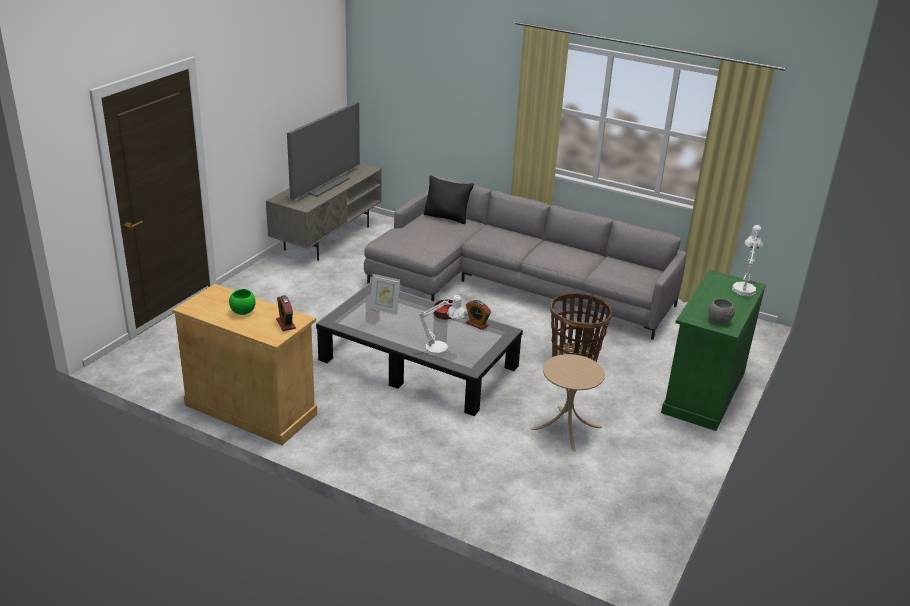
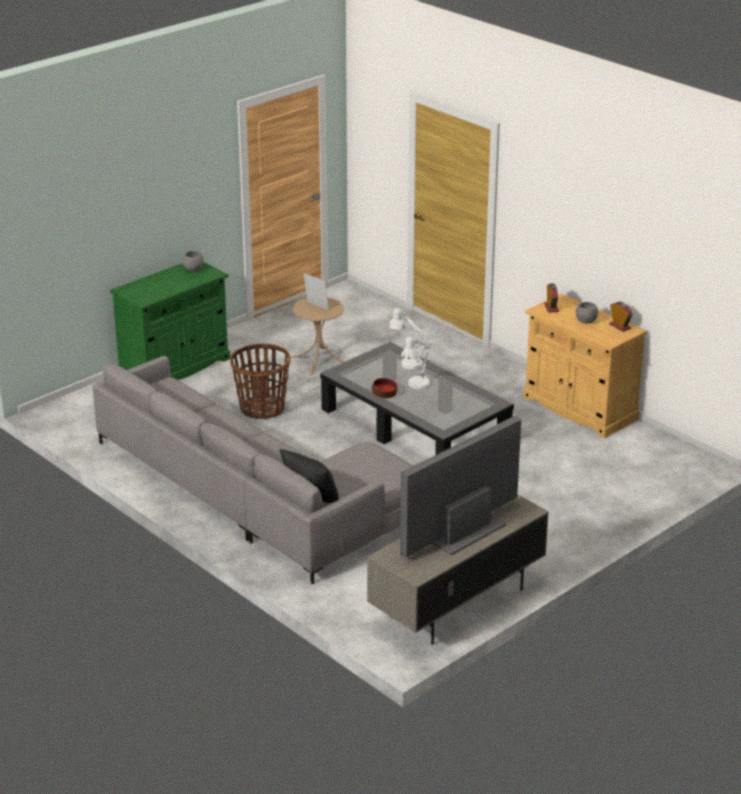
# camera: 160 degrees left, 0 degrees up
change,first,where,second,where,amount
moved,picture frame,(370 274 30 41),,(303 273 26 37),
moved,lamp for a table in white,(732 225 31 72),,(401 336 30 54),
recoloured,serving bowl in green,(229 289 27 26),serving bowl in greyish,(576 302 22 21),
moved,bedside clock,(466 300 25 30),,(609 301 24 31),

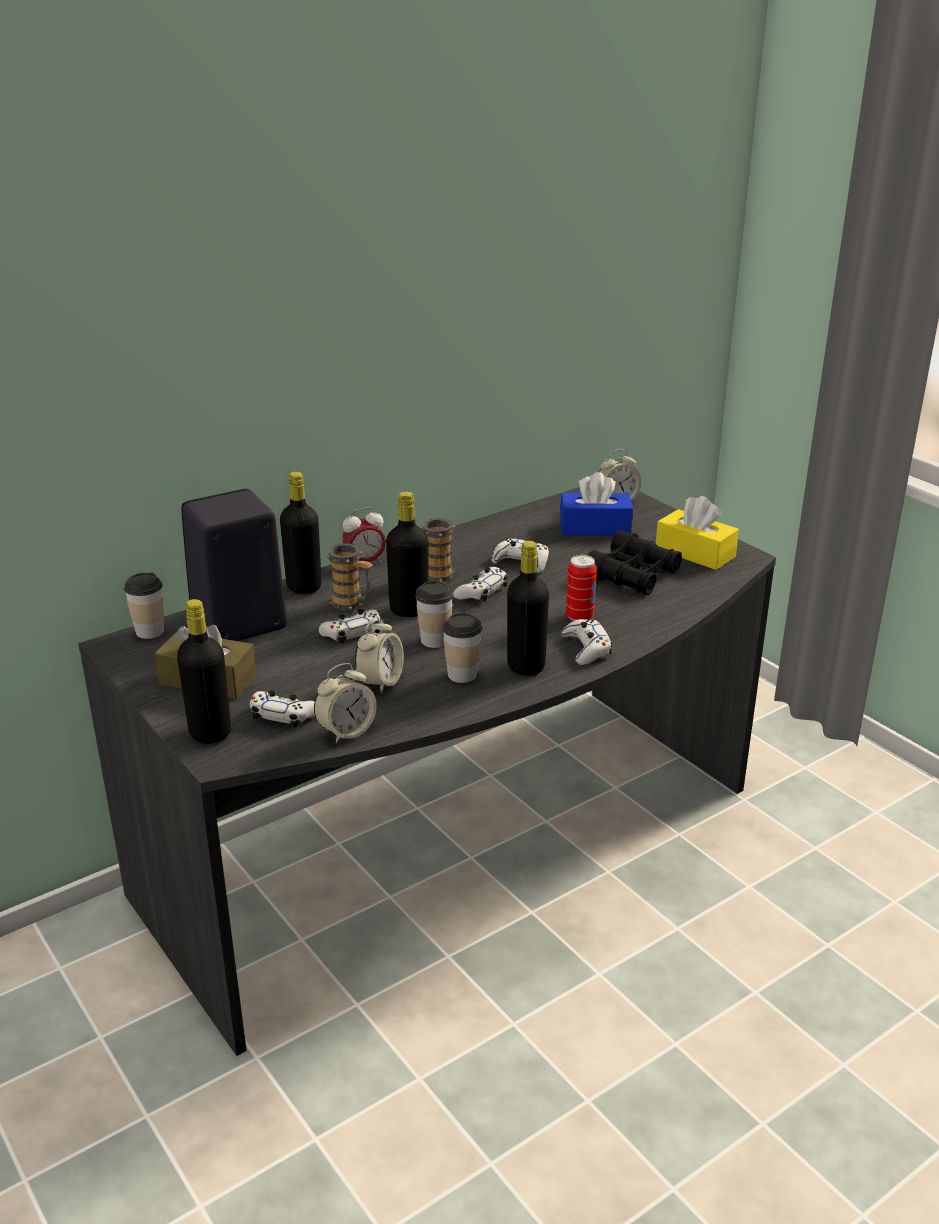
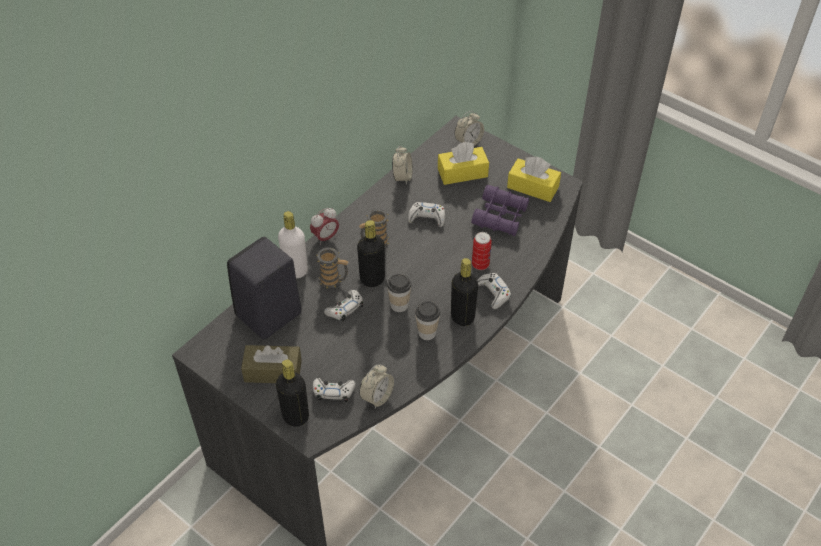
# camera: 15 degrees left, 20 degrees up
change,first,where,second,where,amount
recoloured,drink bottle in black,(280 472 42 122),drink bottle in white,(278 211 30 67),
moved,bedside clock,(355 616 49 77),,(392 146 21 39),
recoloured,tissue holder in bluish,(560 472 73 64),tissue holder in yellow,(438 142 51 43),
recoloured,field glasses in black,(588 531 94 64),field glasses in purple,(471 185 58 51),
removed,cup,(124 572 40 67),,,
removed,game controller in white,(453 567 55 34),,,

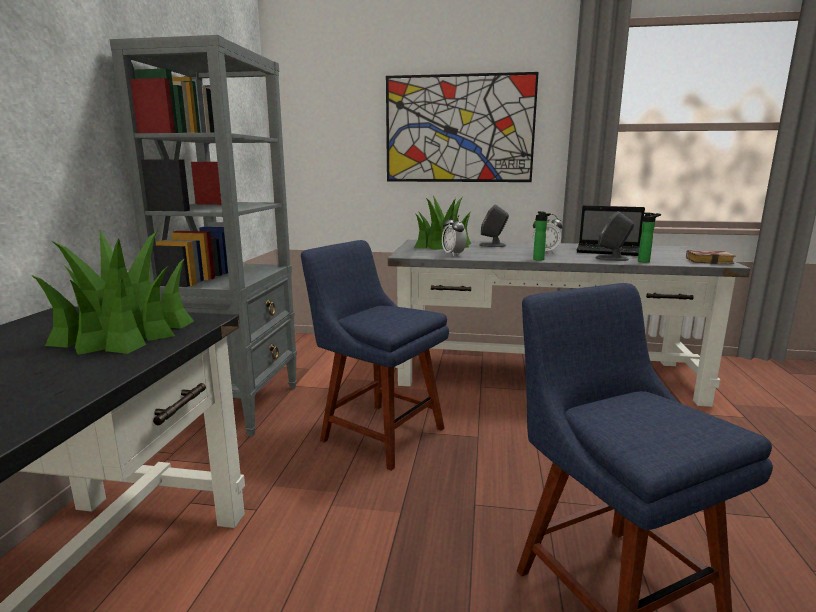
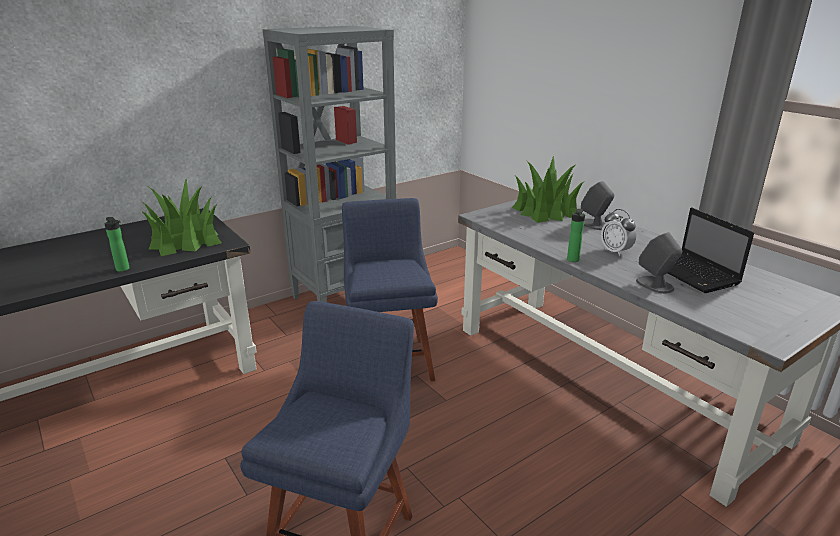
# camera: 45 degrees right, 10 degrees up
change,first,where,second,where,amount
moved,drink bottle,(638 213 23 50),,(104 217 26 55),
removed,picture,(386 72 153 110),,,
removed,bedside clock,(442 215 25 41),,,
removed,bound book,(686 250 49 14),,,

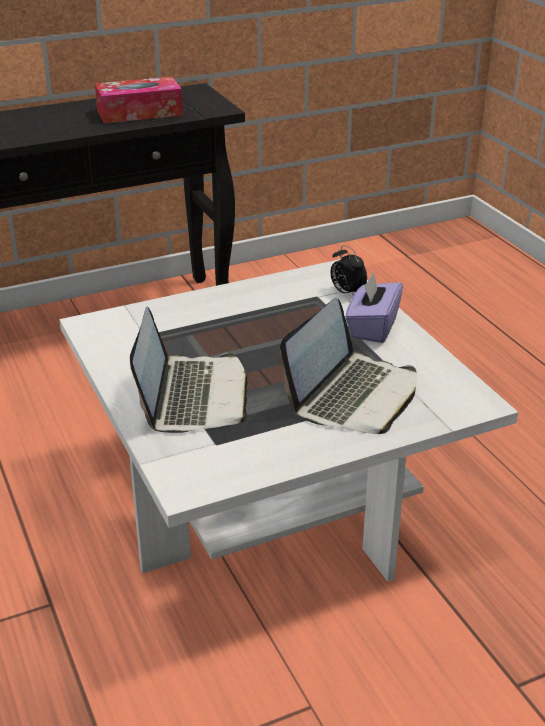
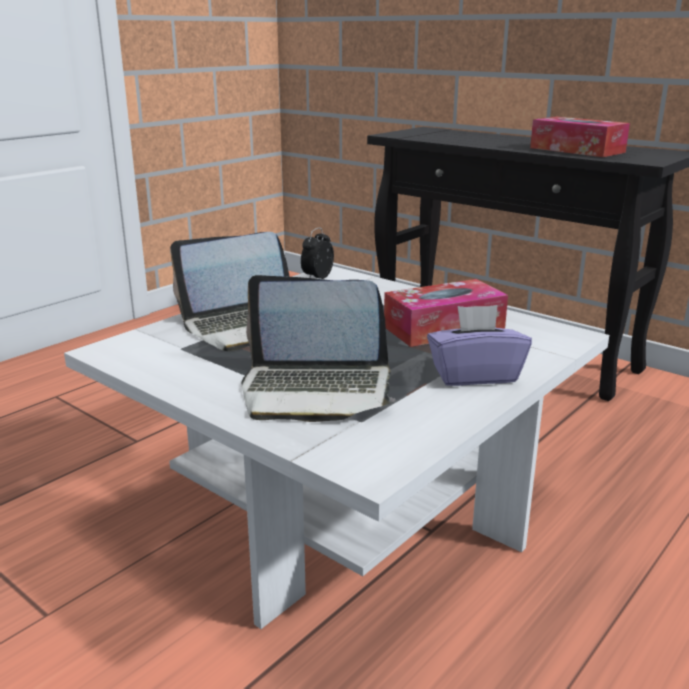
# camera: 65 degrees right, 10 degrees down
change,first,where,second,where,amount
moved,bedside clock,(330 245 37 51),,(301 228 33 51),
added,,,tissue holder,(384 279 124 68),

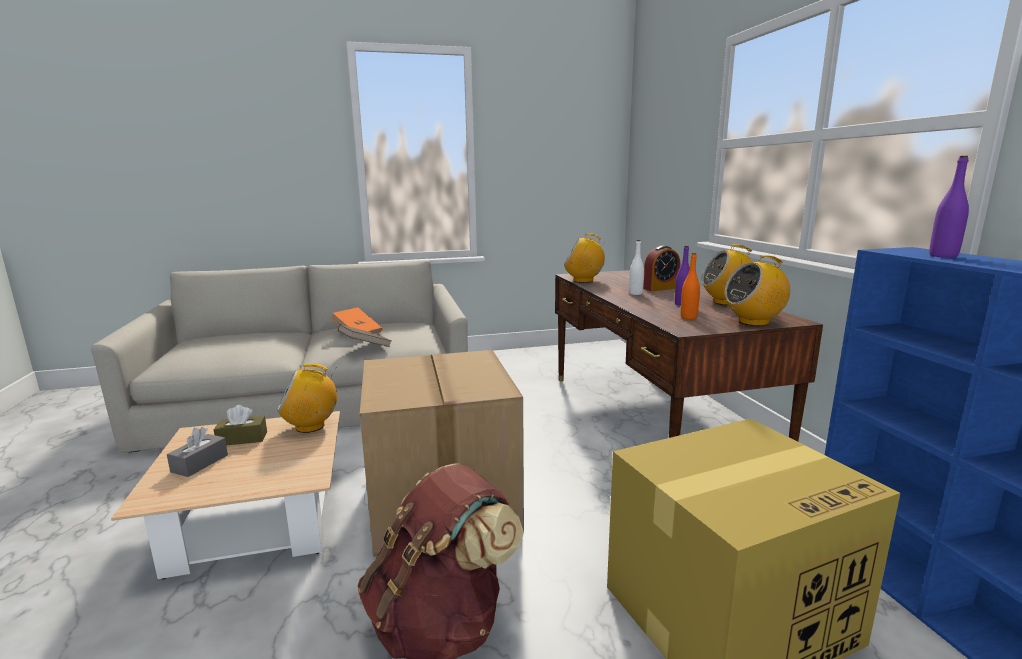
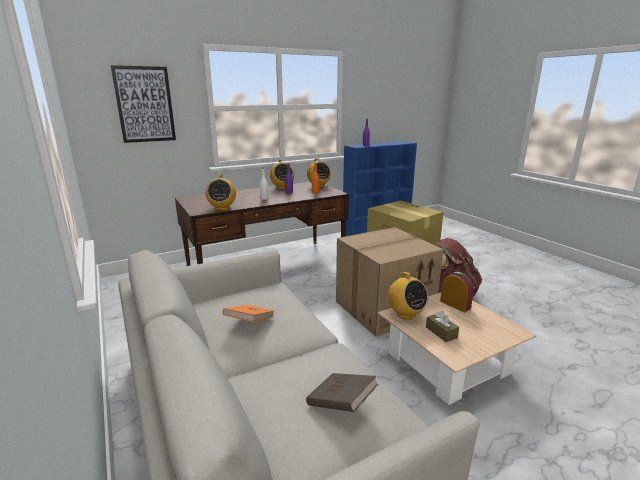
# camera: 105 degrees left, 5 degrees up
change,first,where,second,where,amount
added,,,picture,(111 65 65 78),
moved,bound book in brown-coloured,(338 325 53 22),,(306 373 73 39),
moved,bedside clock,(643 246 37 45),,(440 272 34 40),
removed,tissue holder in greyish,(167 427 61 50),,,

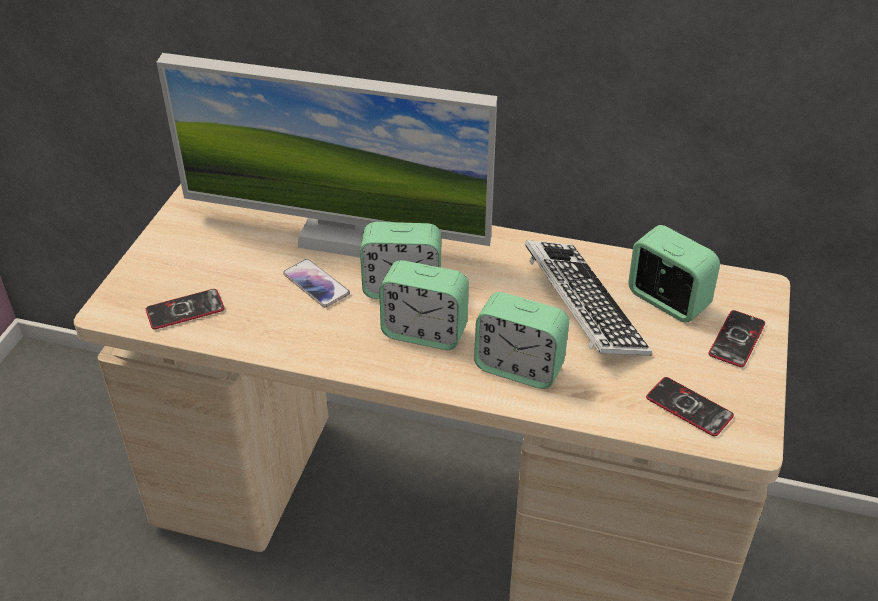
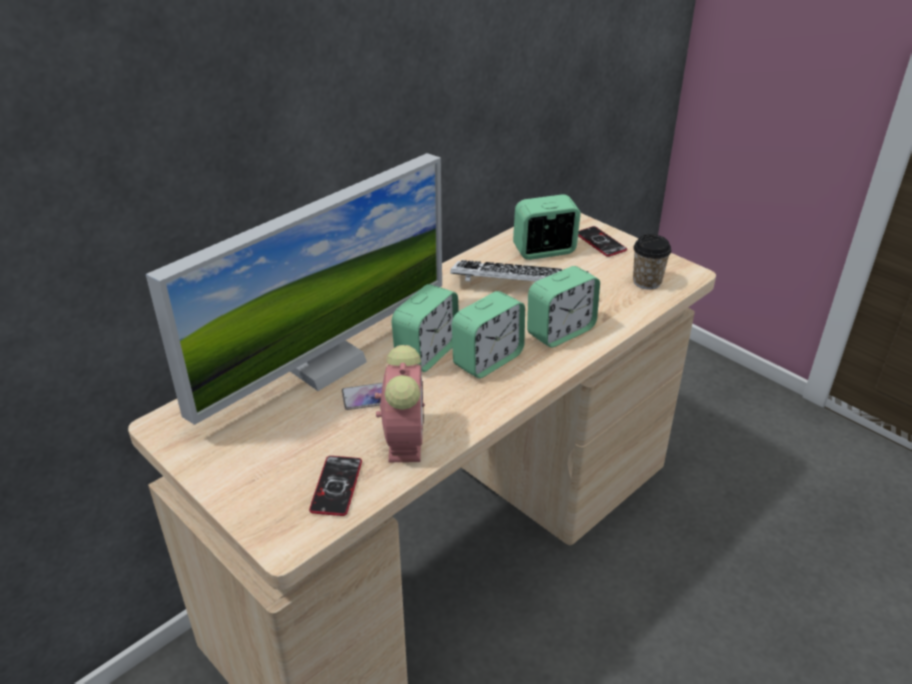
# camera: 60 degrees left, 5 degrees down
change,first,where,second,where,amount
added,,,bedside clock,(375 345 50 117),
replaced,telephone,(646 377 88 59),cup,(633 234 38 56),

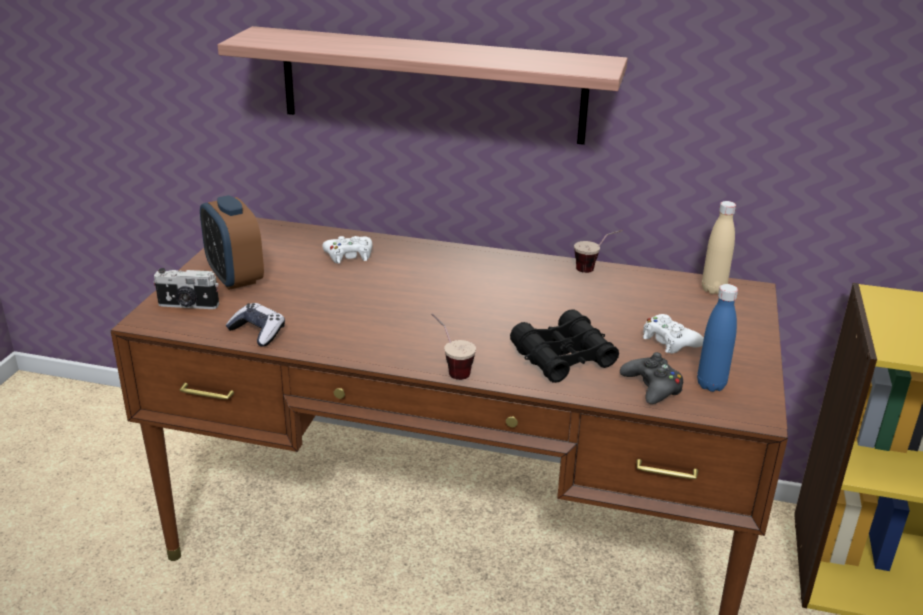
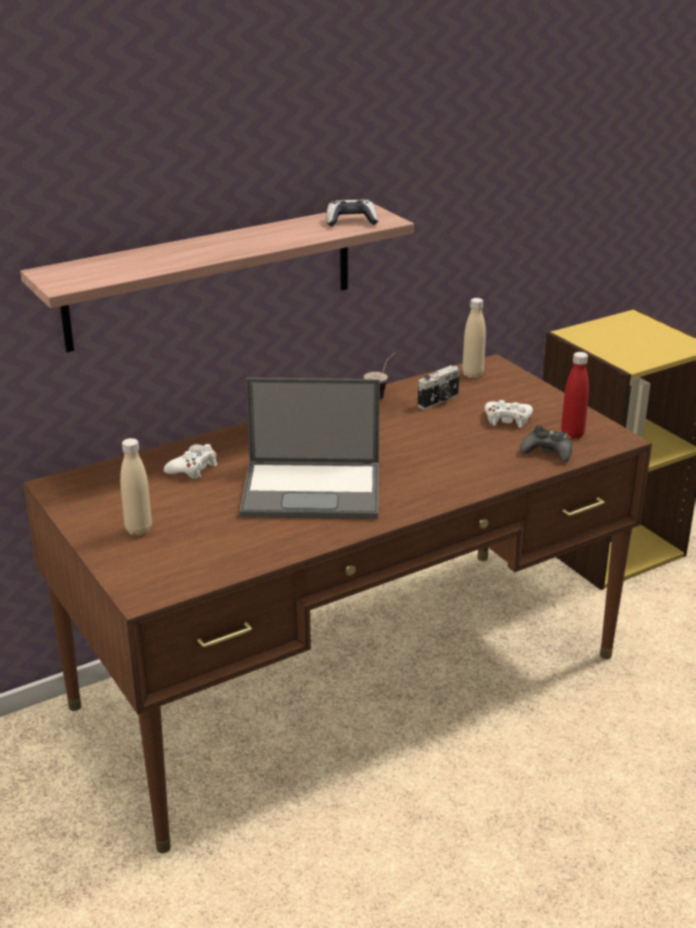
# camera: 45 degrees left, 0 degrees up
change,first,where,second,where,amount
replaced,bedside clock,(200 195 64 95),drink bottle in sand-coloured,(120 438 32 98),
added,,,notebook computer,(239 378 141 141),
moved,game controller,(225 303 60 44),,(326 199 52 28),
moved,photo camera,(154 268 65 41),,(418 365 41 45),
recoloured,drink bottle in bluish,(697 284 41 108),drink bottle in reddish,(561 352 28 87),
removed,cup,(431 313 45 67),,,
removed,field glasses in black,(510 309 109 74),,,

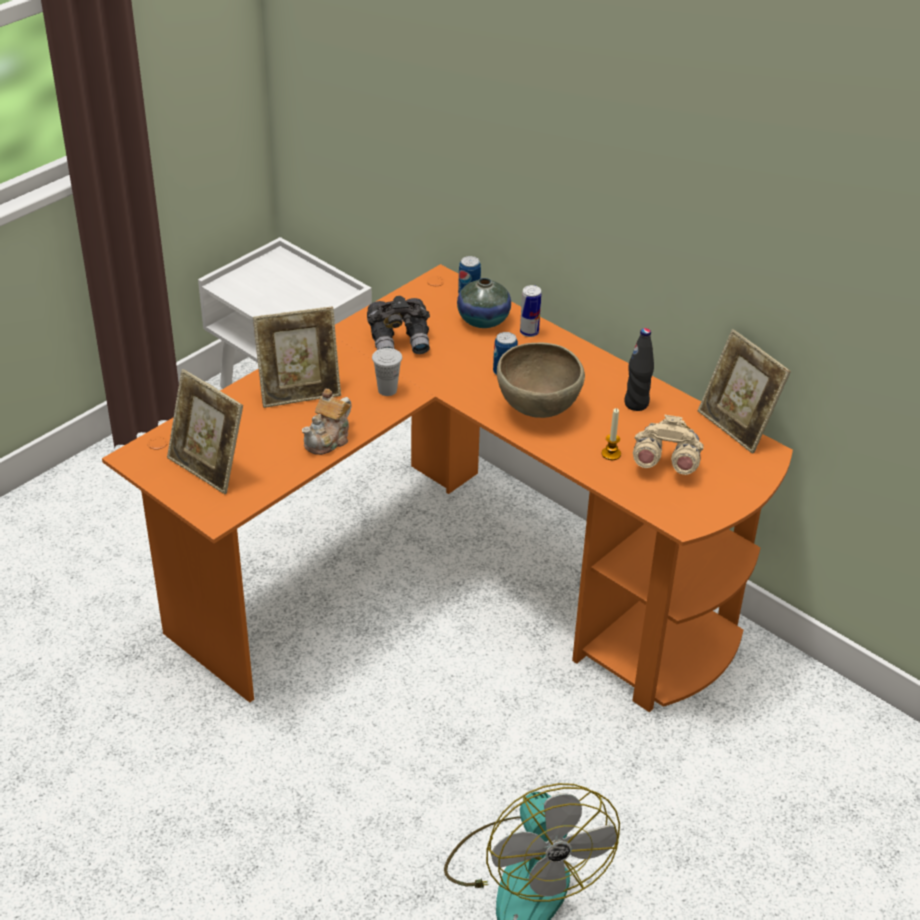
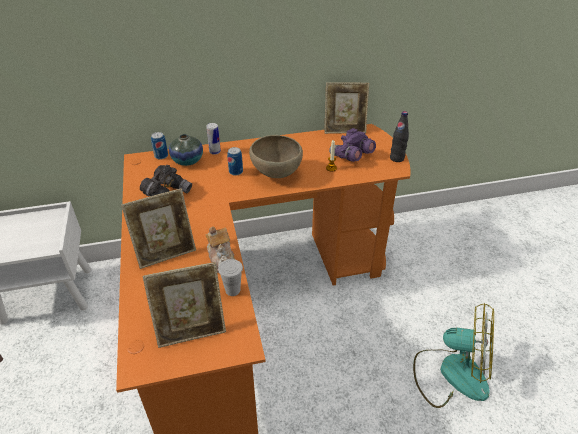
# camera: 55 degrees left, 0 degrees up
change,first,where,second,where,amount
turned,picture frame,(253 306 88 102),,(121 188 75 81),45 degrees clockwise
moved,cup in white,(372 348 30 48),,(218 259 25 37),
recoloured,field glasses in sand-coloured,(633 414 71 61),field glasses in purple,(329 128 47 34),
moved,drink bottle in black,(624 328 30 83),,(390 111 19 51),

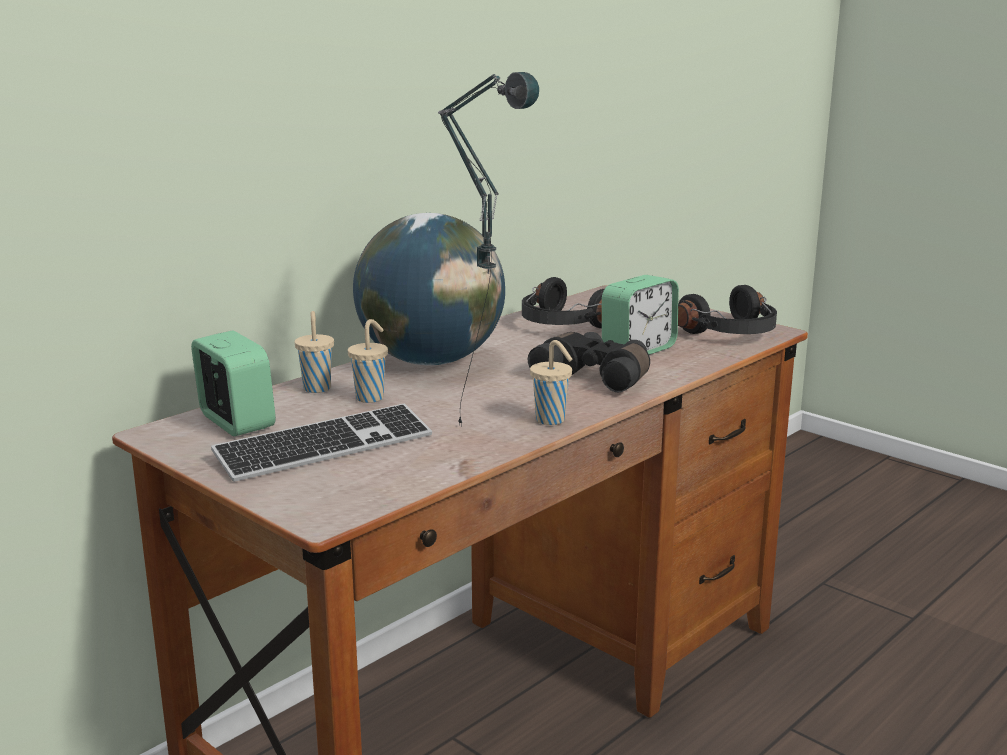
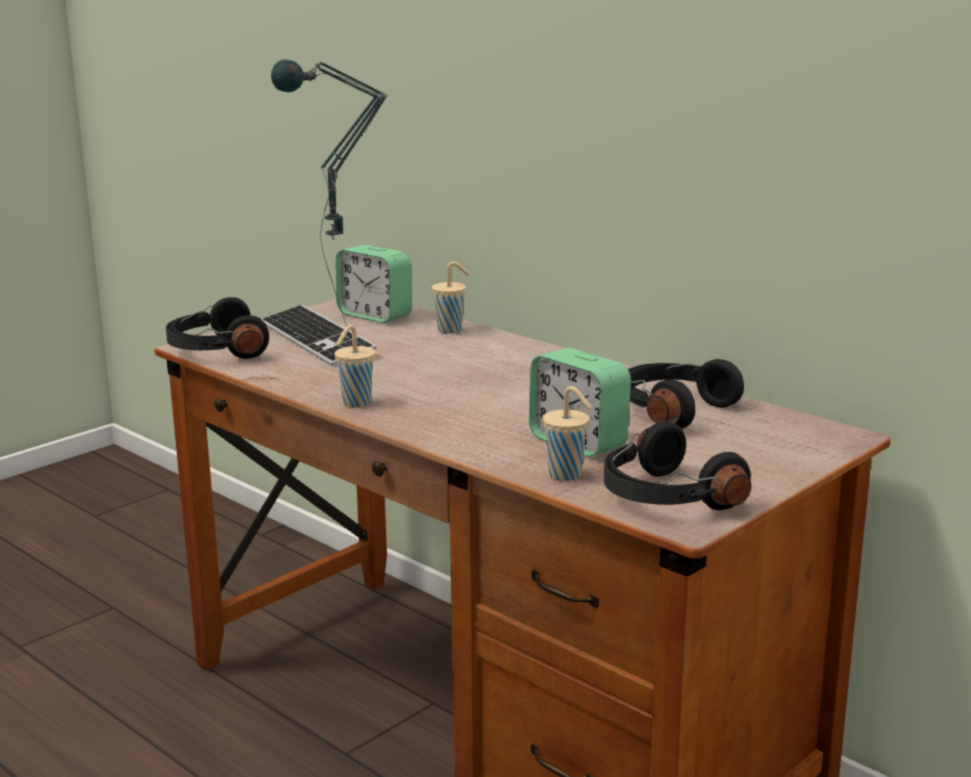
# camera: 90 degrees right, 0 degrees up
change,first,where,second,where,amount
added,,,headphones in black,(166 297 103 62),
turned,bedside clock,(191 330 85 106),,(336 245 76 78),75 degrees clockwise
moved,cup in sand-coloured,(348 319 40 84),,(542 386 49 95),
removed,world globe,(353 213 152 153),,,
removed,field glasses in black,(528 332 122 60),,,

